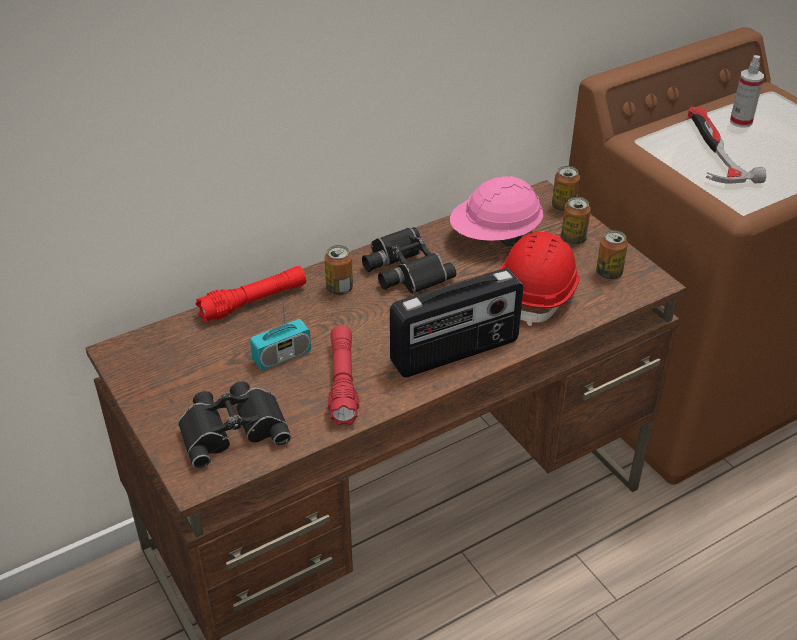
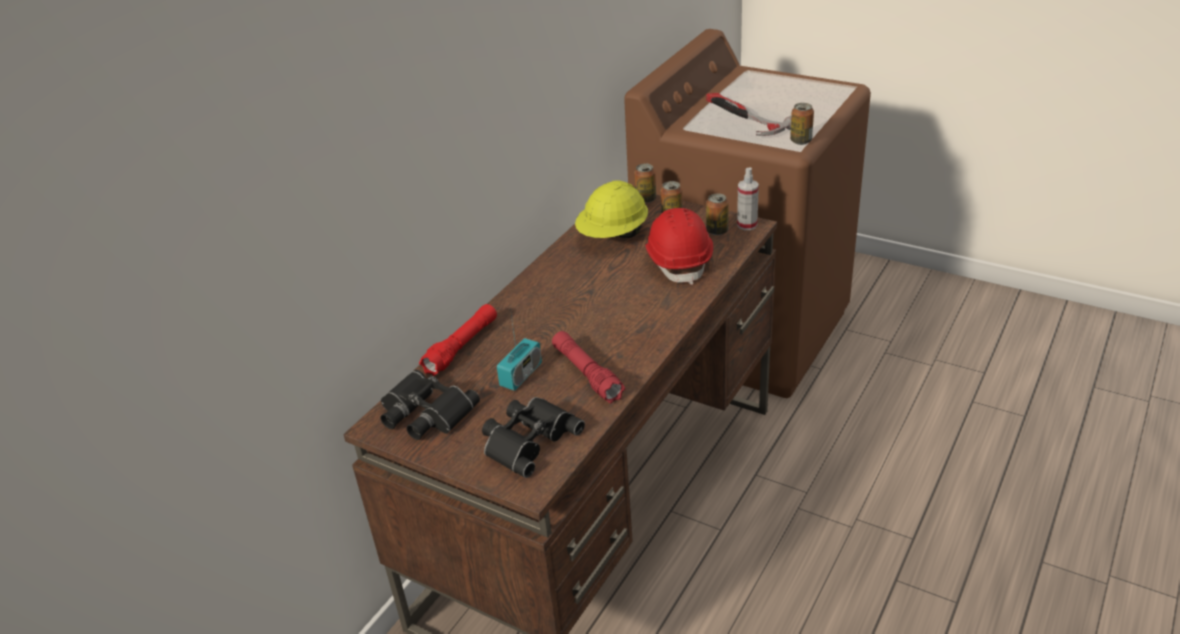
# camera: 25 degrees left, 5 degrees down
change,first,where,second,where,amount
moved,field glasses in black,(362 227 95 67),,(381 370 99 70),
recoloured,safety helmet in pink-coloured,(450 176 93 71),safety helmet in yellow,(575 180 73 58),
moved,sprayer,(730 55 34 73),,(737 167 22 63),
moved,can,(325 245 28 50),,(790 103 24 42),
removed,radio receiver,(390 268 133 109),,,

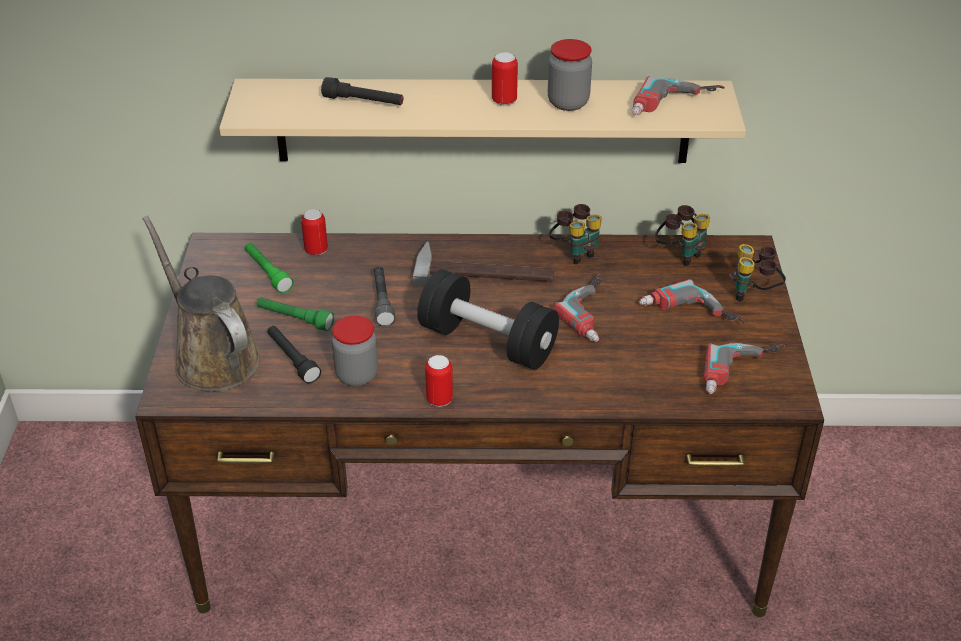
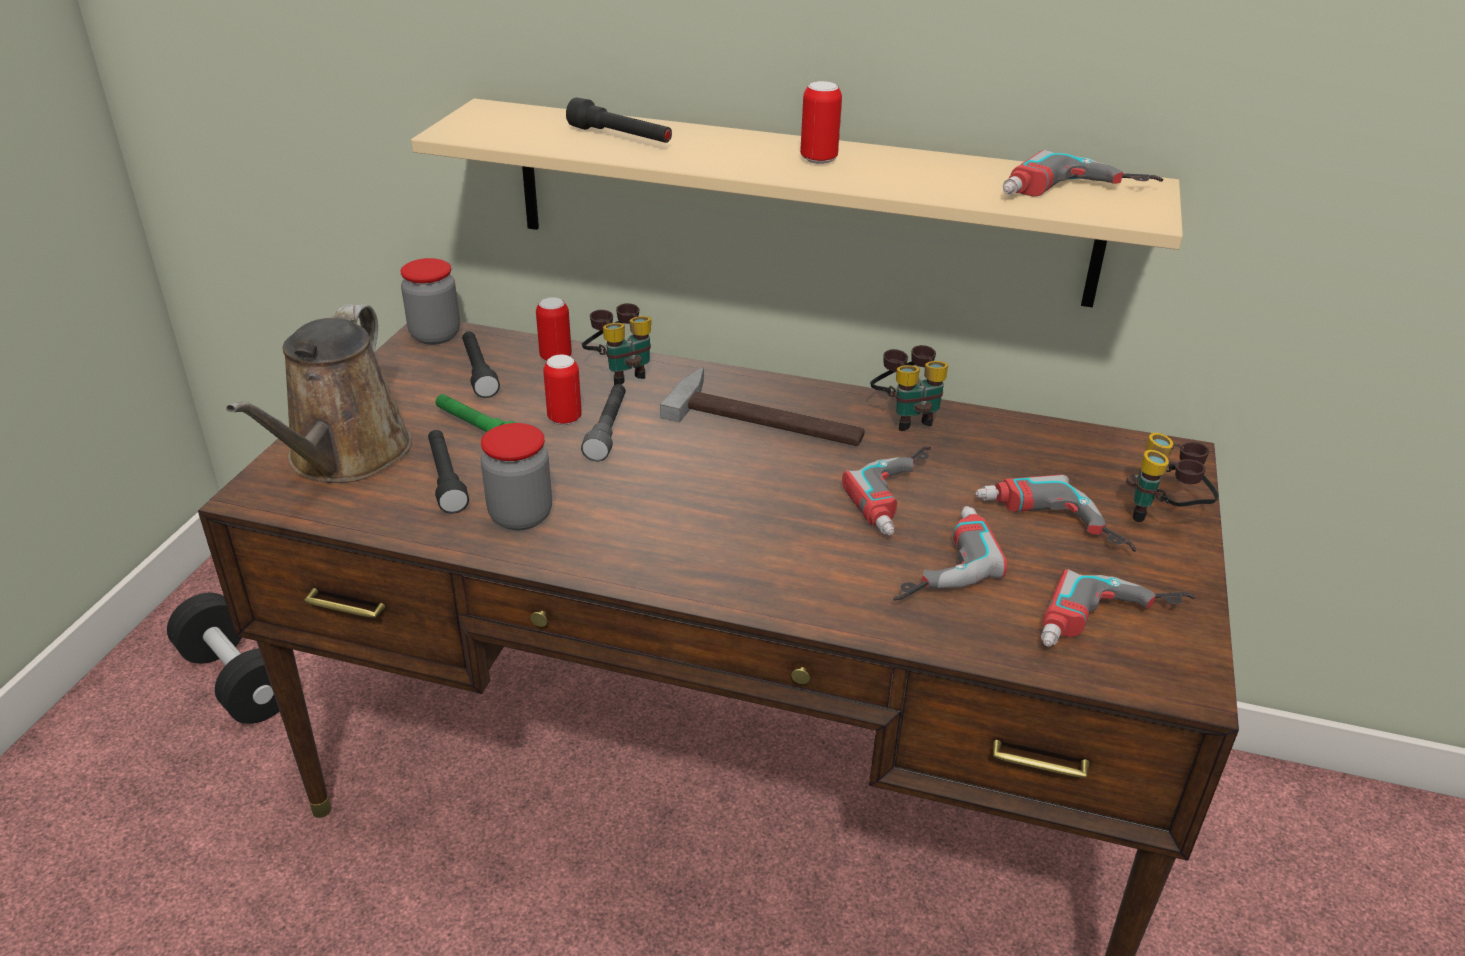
# camera: 15 degrees right, 5 degrees down
change,first,where,second,where,amount
moved,hand weight in black,(417 269 142 101),,(167 593 113 131),
turned,watering can in brown-coloured,(143 216 117 176),,(226 304 186 179),150 degrees counterclockwise
moved,storage jar,(548 39 44 72),,(400 258 60 87),
recoloured,torch in green,(245 243 48 50),torch in black,(462 332 38 66),
moved,can,(425 355 28 52),,(543 355 39 70),
moved,field glasses,(655 205 55 61),,(582 303 69 82),
added,,,drill,(893 506 114 95),

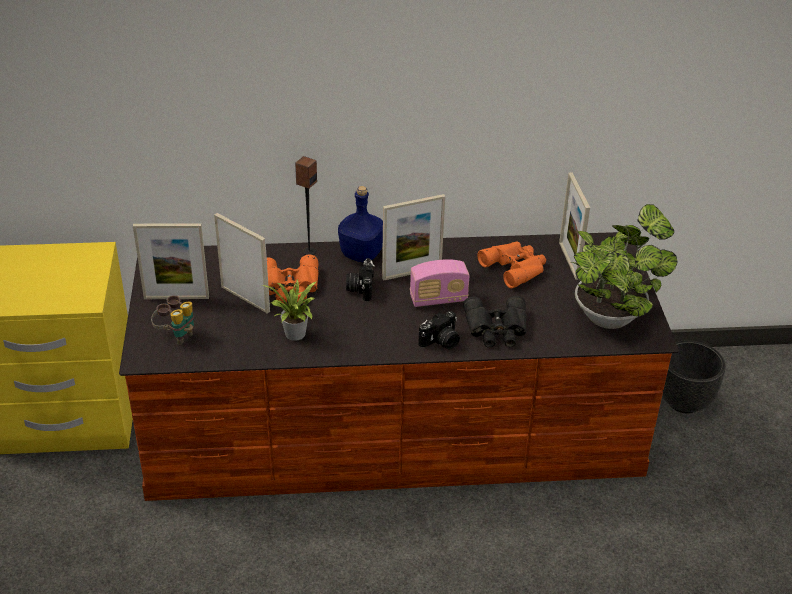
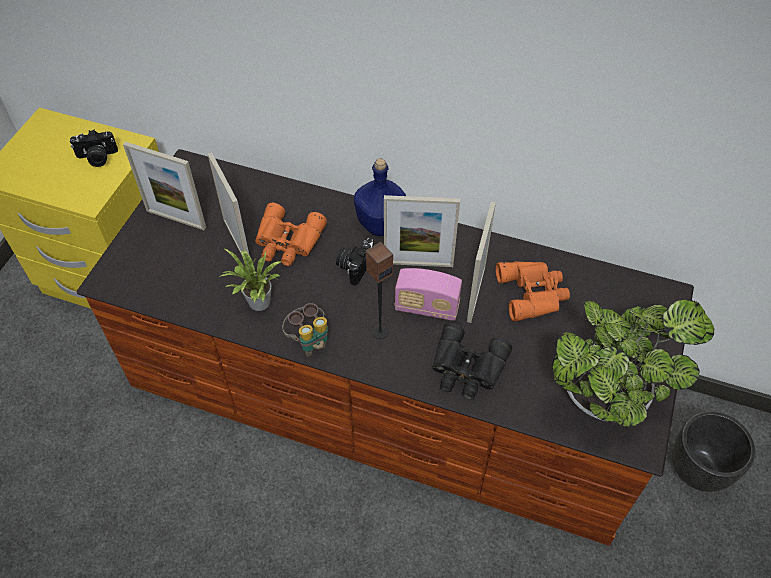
# camera: 25 degrees right, 15 degrees up
change,first,where,second,where,amount
moved,photo camera,(418 311 42 38),,(70 130 48 37),
moved,field glasses,(151 295 43 50),,(282 303 46 53),
moved,speaker,(295 156 22 99),,(366 242 27 97),
moved,picture frame,(559 172 31 108),,(467 202 29 121),

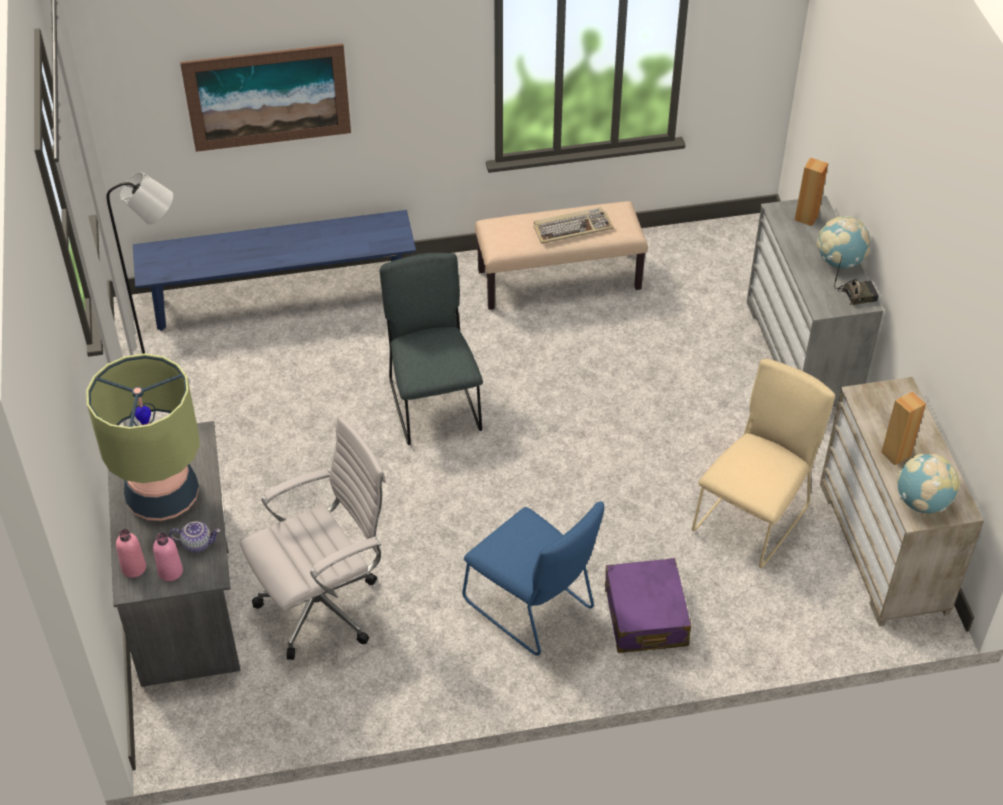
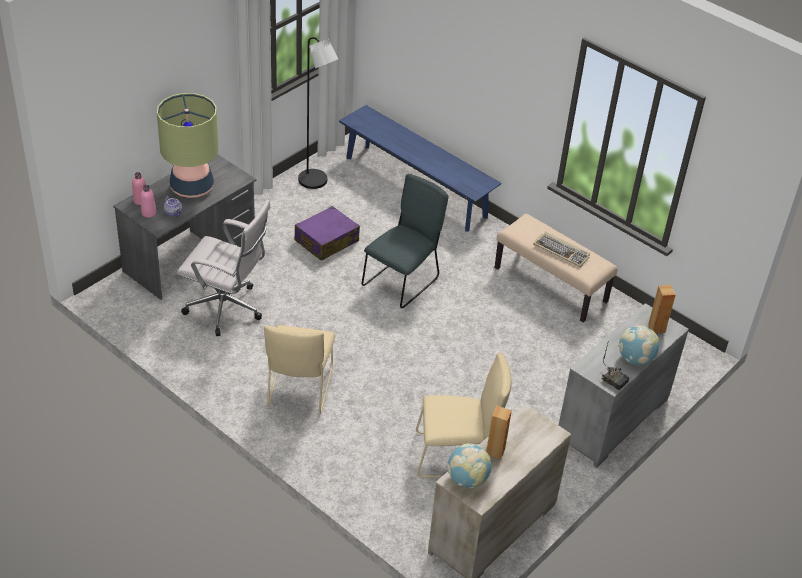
# camera: 50 degrees right, 5 degrees down
change,first,where,second,where,amount
recoloured,upright chair in bluish,(462 502 142 154),upright chair in sand-coloured,(264 325 71 89),
moved,travel case in purple,(605 558 86 95),,(294 206 66 55),
removed,picture,(180 43 171 109),,,

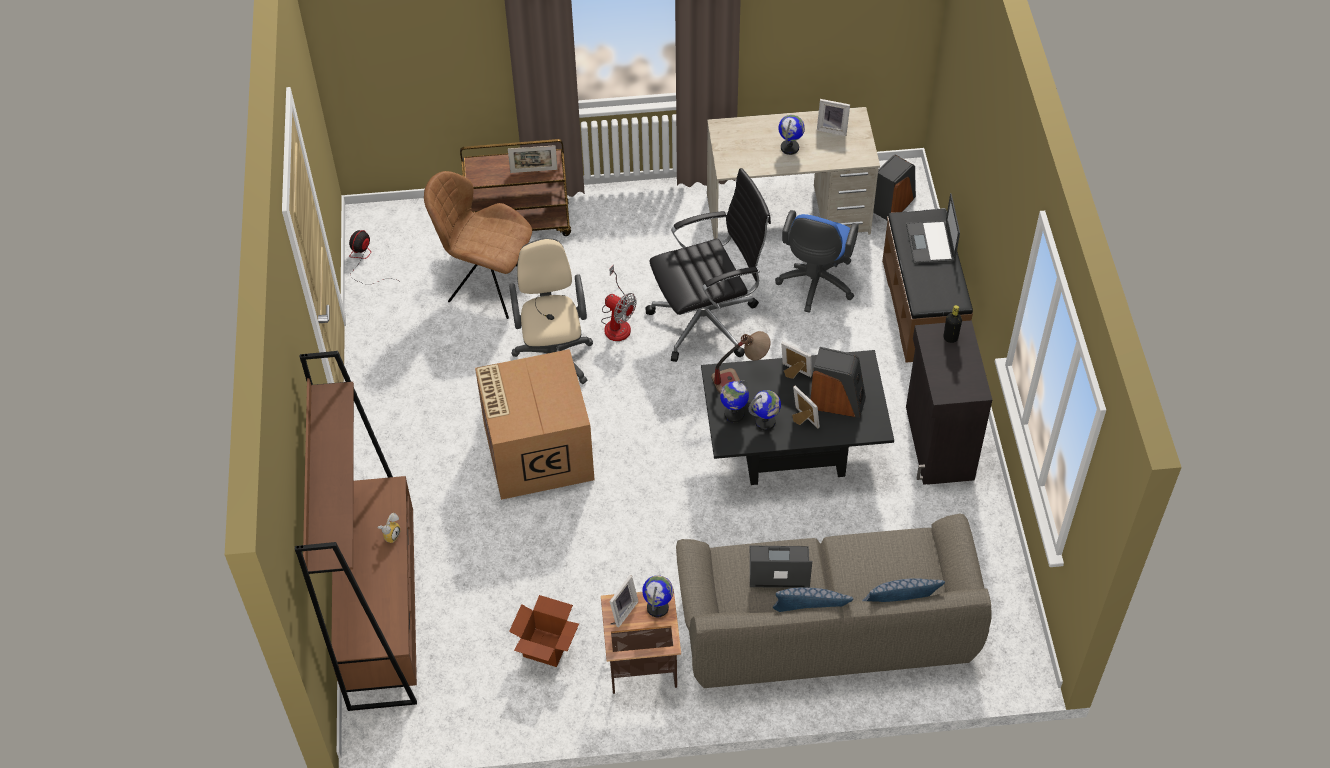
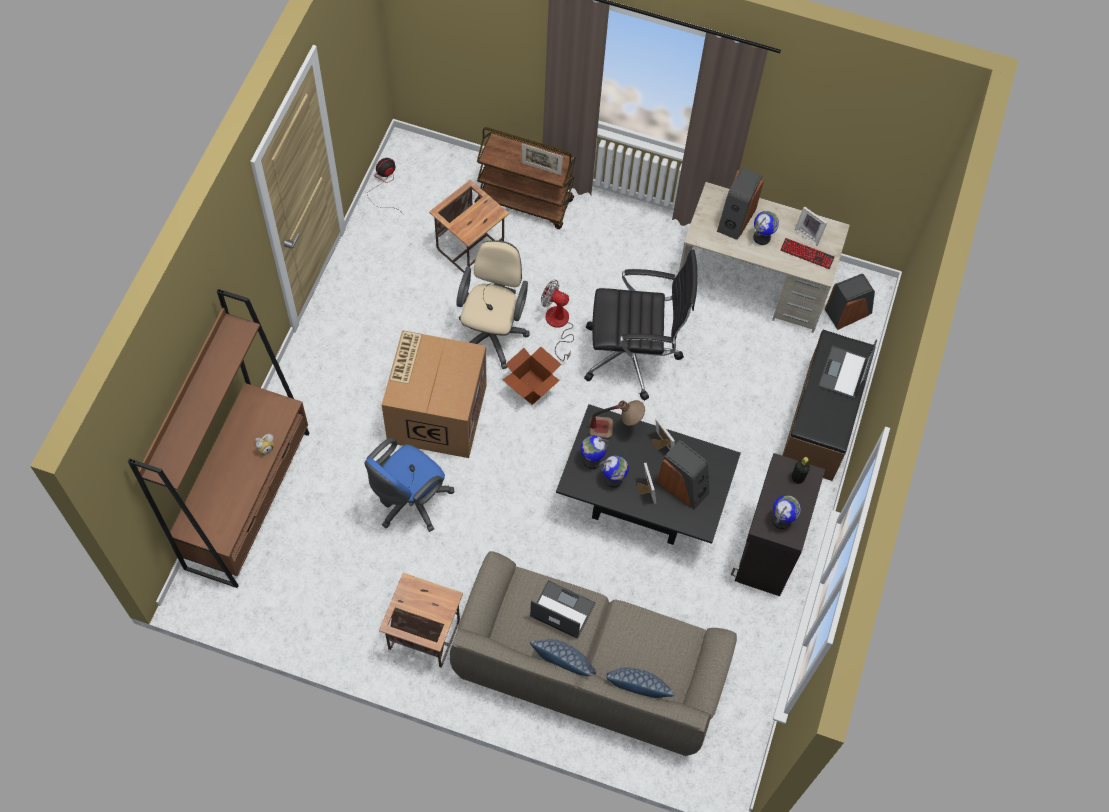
# camera: 20 degrees right, 10 degrees up
change,first,where,second,where,amount
moved,computer chair in bluish,(775 210 83 103),,(364 438 91 94),
replaced,upright chair in brown-coloured,(424 171 108 148),end table,(429 180 80 93),
moved,carton,(509 595 70 72),,(503 346 59 59),
turned,cooling fan,(601 265 36 76),,(541 280 33 81),150 degrees clockwise
added,,,speaker,(717 167 47 73),
moved,world globe,(642 575 31 42),,(772 495 29 34),
added,,,keyboard,(780 238 55 31),
removed,picture frame,(609 575 30 53),,,

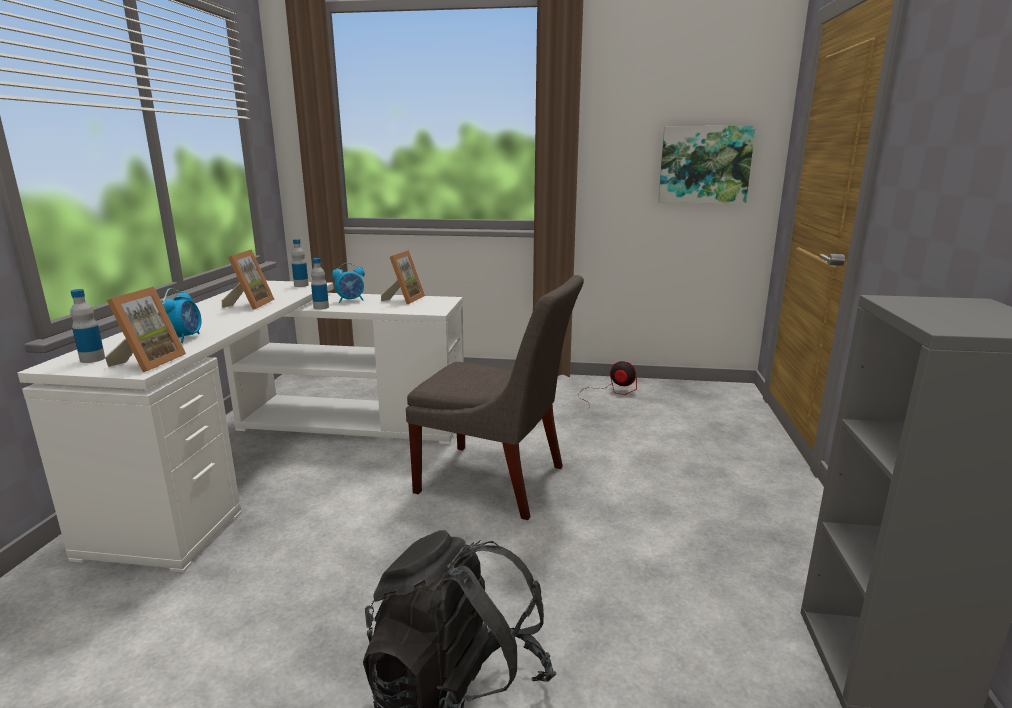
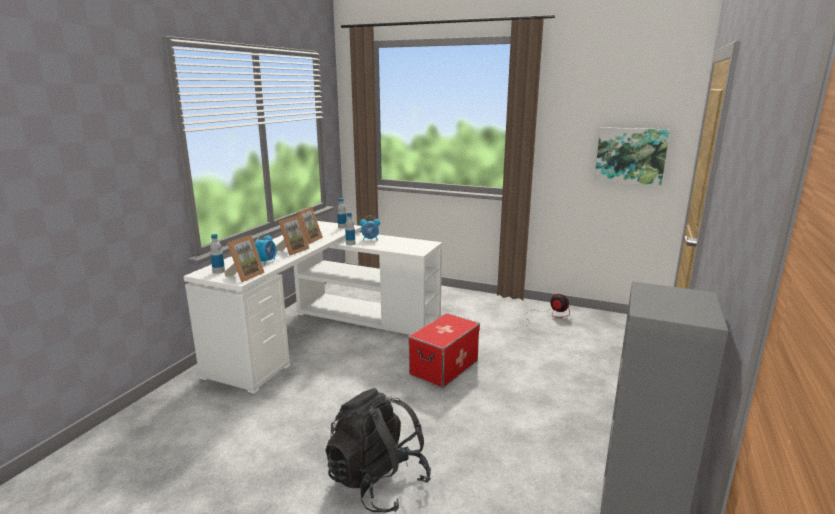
# camera: 15 degrees right, 0 degrees up
change,first,where,second,where,amount
moved,picture frame,(381 250 44 54),,(276 215 33 41),
replaced,upright chair in greyish,(406 275 178 245),storage container,(408 313 72 75),

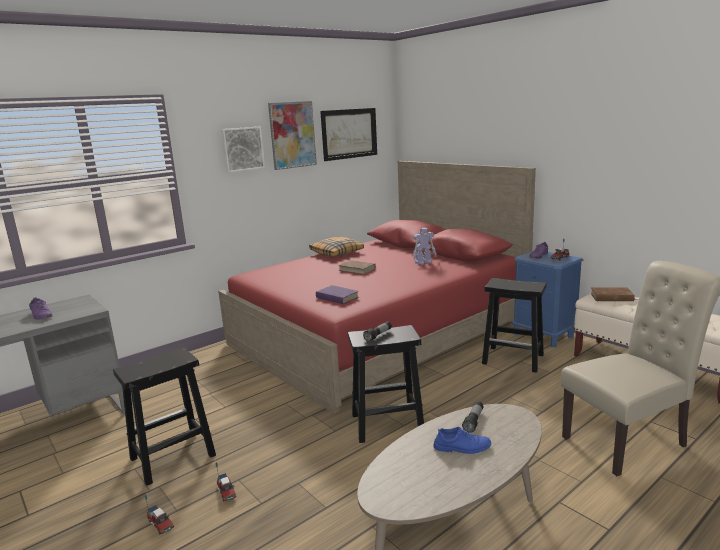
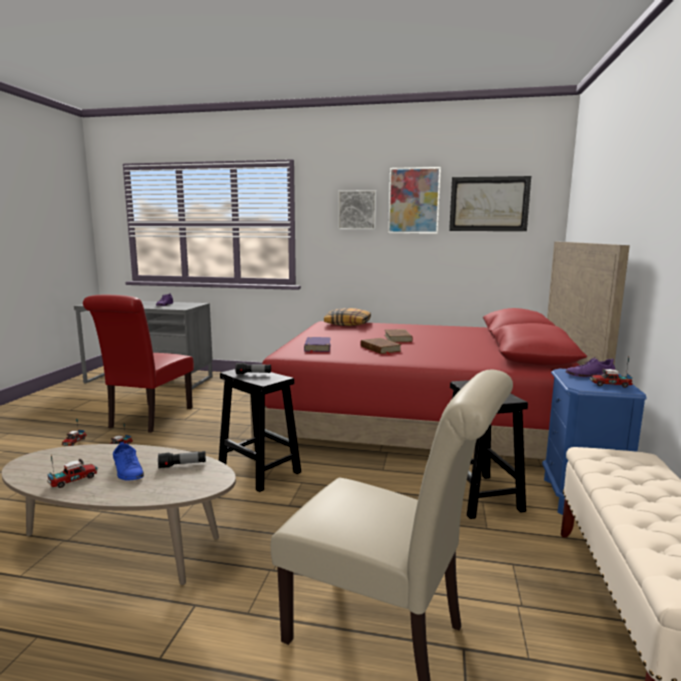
# camera: 50 degrees right, 5 degrees down
change,first,where,second,where,amount
added,,,toy lorry,(47 455 51 33),
replaced,stool in black,(113 348 103 138),upright chair in reddish,(83 295 111 138),
moved,throw pillow,(309 237 55 19),,(324 308 47 18),
moved,bound book in brown-coloured,(590 288 49 13),,(361 338 41 17),
removed,toy robot,(413 228 24 37),,,

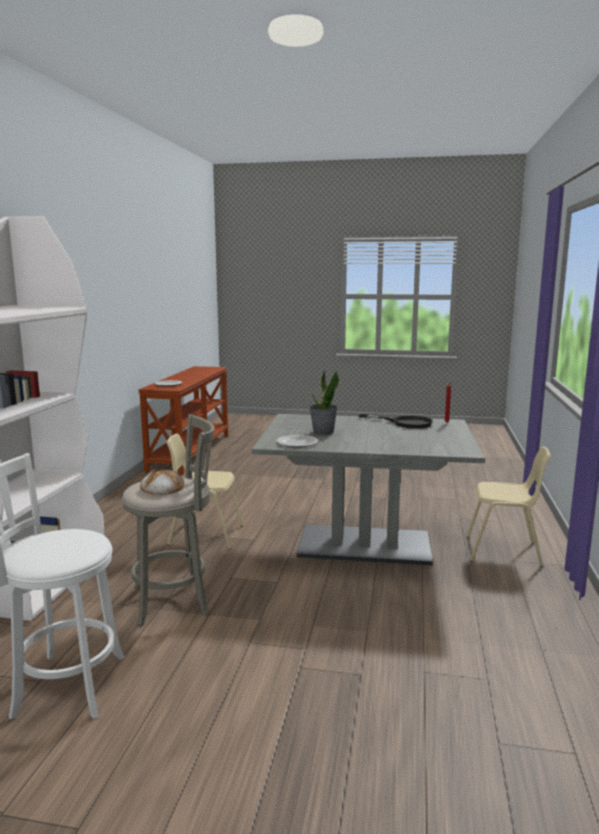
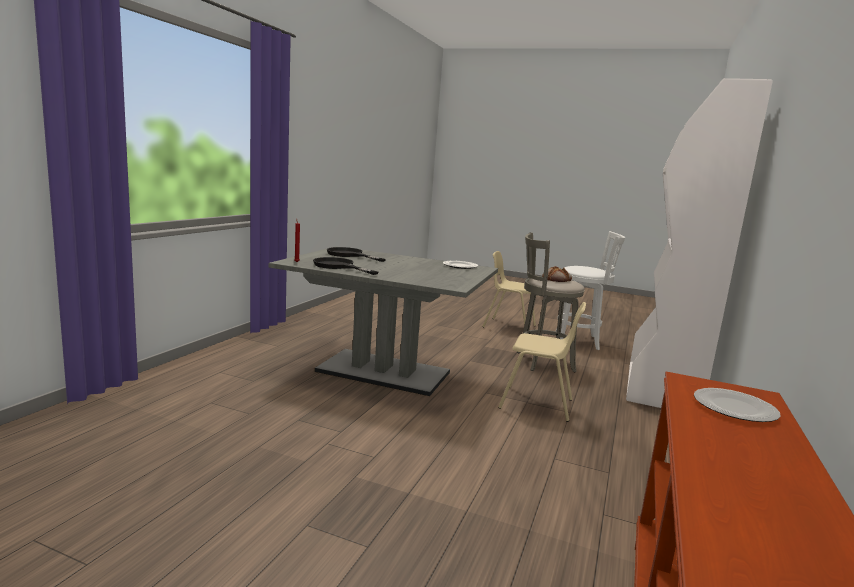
# camera: 170 degrees left, 0 degrees up
change,first,where,second,where,amount
added,,,skillet in black,(327 247 59 15),
moved,upright chair in sand-coloured,(466 446 85 121),,(482 251 54 76),
removed,potted plant,(309 370 30 65),,,

